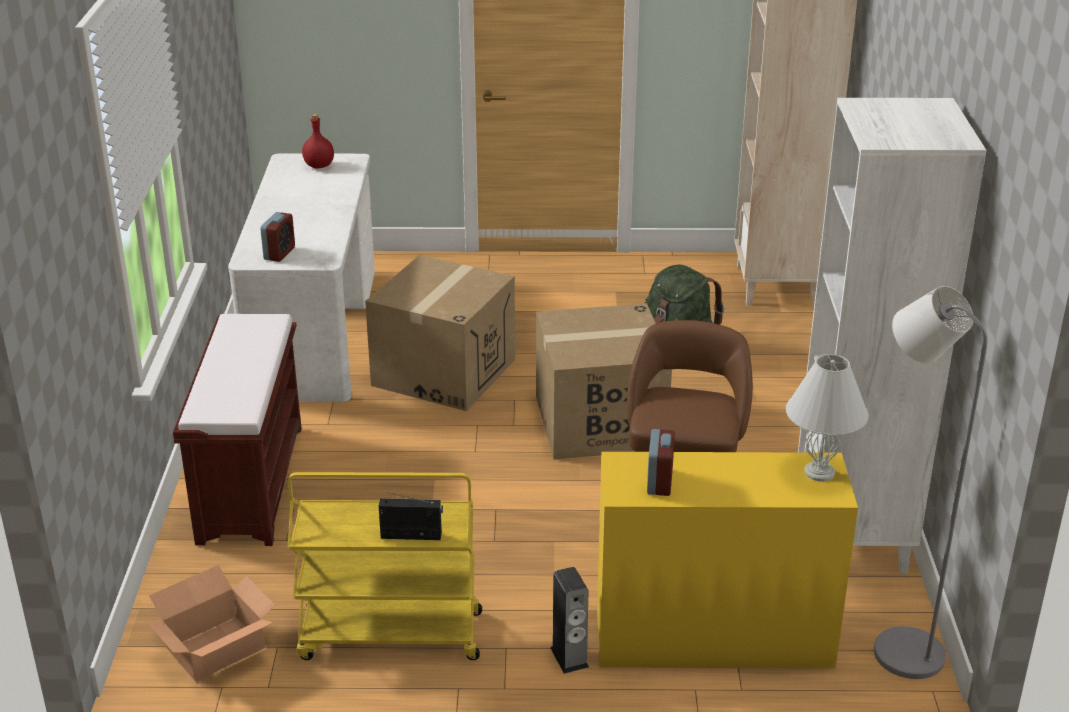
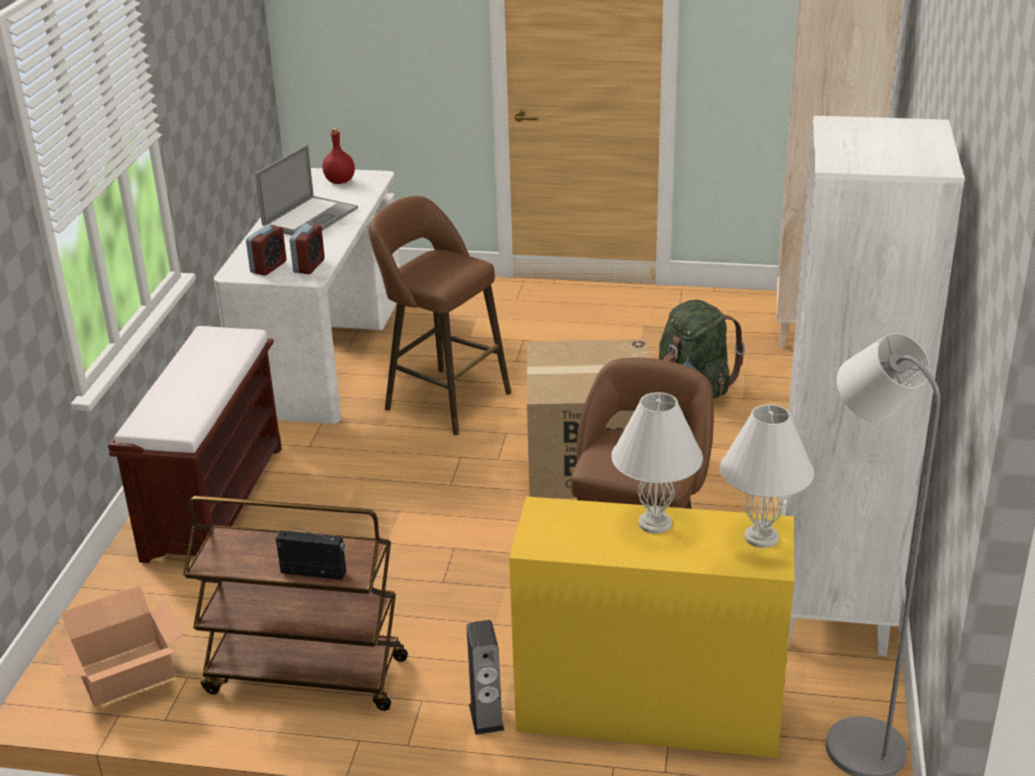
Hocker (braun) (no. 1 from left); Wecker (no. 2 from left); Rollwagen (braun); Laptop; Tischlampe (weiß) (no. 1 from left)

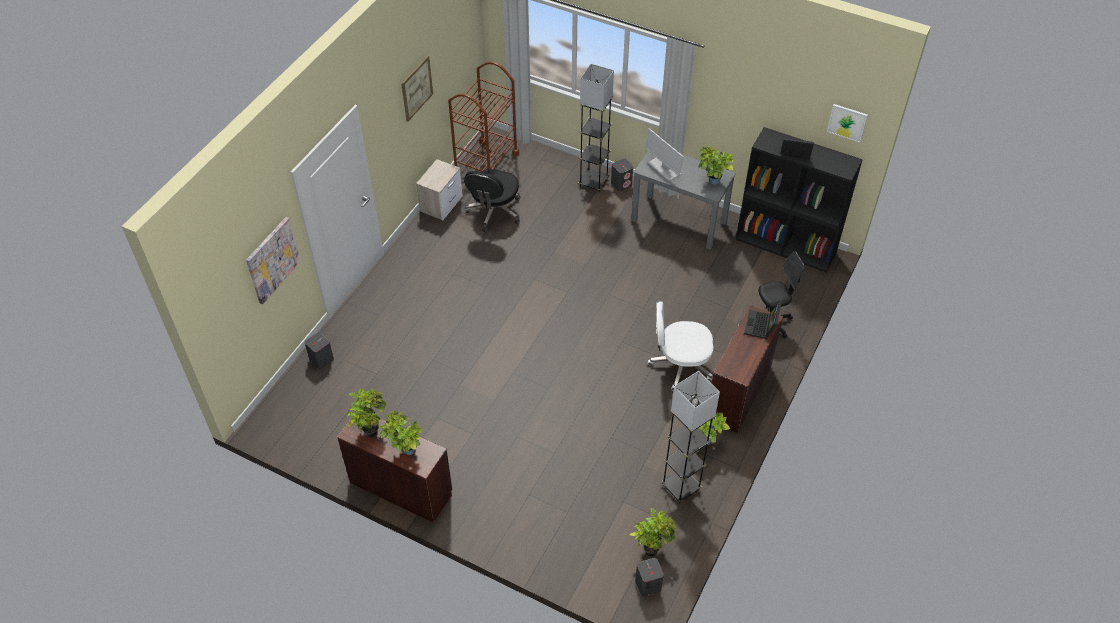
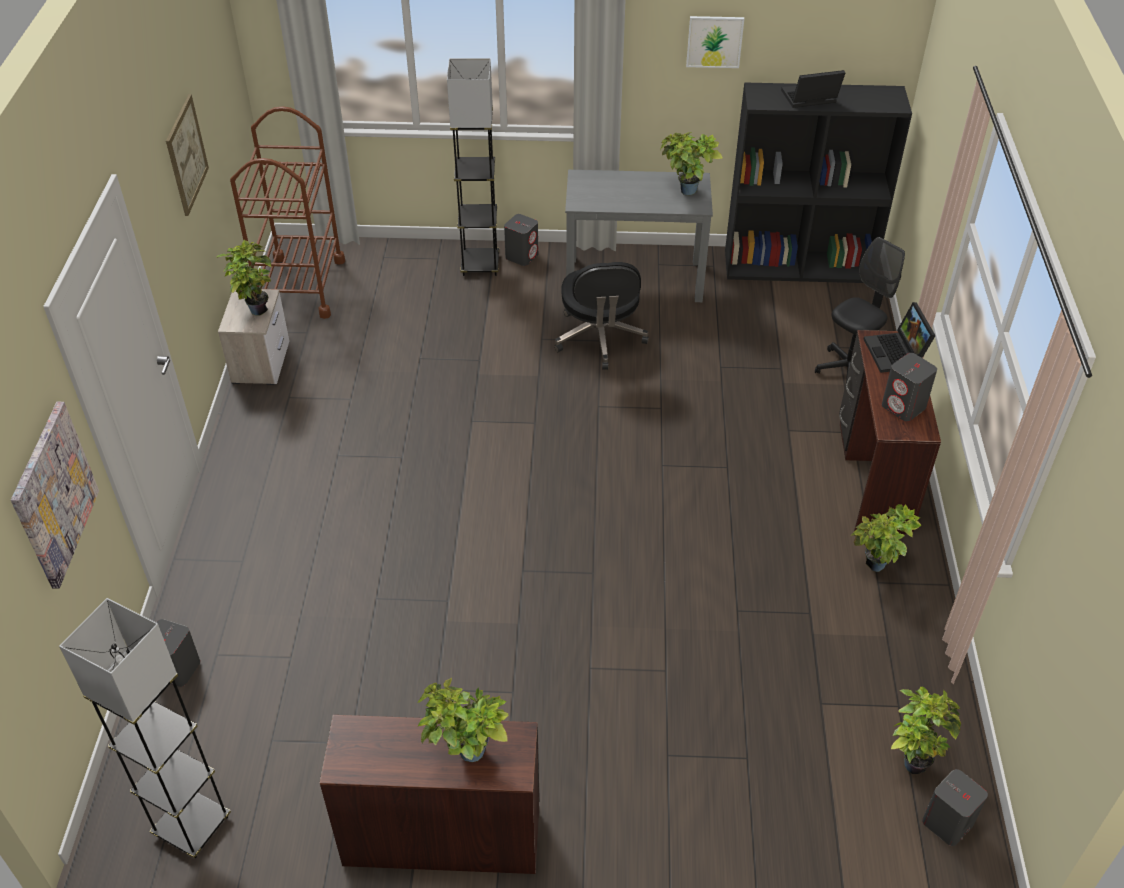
Bild (no. 3 from left); Monitor; Bürostuhl (schwarz) (no. 1 from left); Bürostuhl (weiß); Stehlampe (grau) (no. 1 from left); Topfpflanze (no. 1 from left); Lautsprecher (grau) (no. 3 from left)

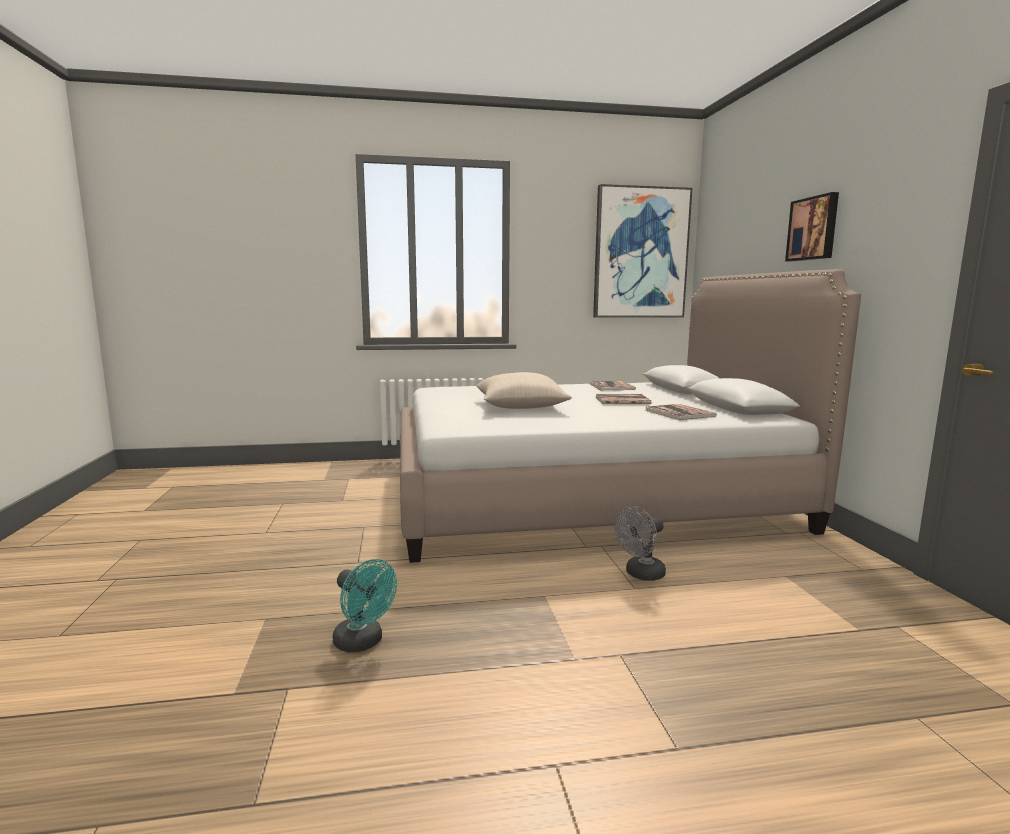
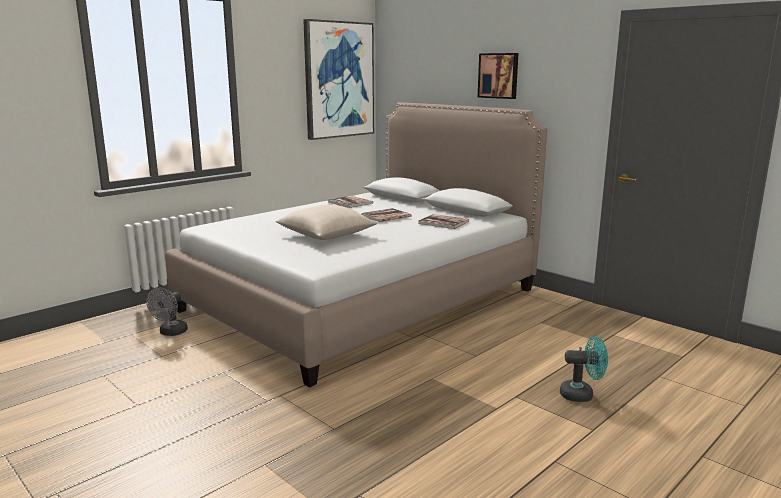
Ventilator (grau); Ventilator (türkis)

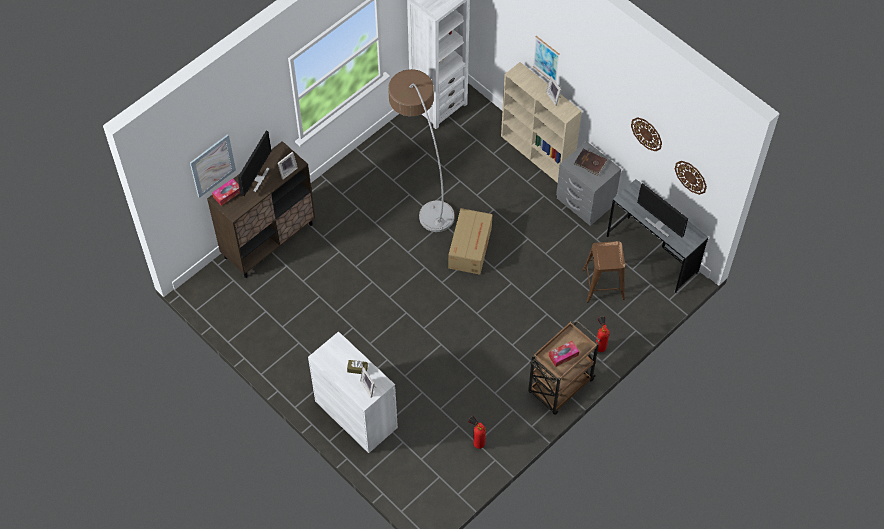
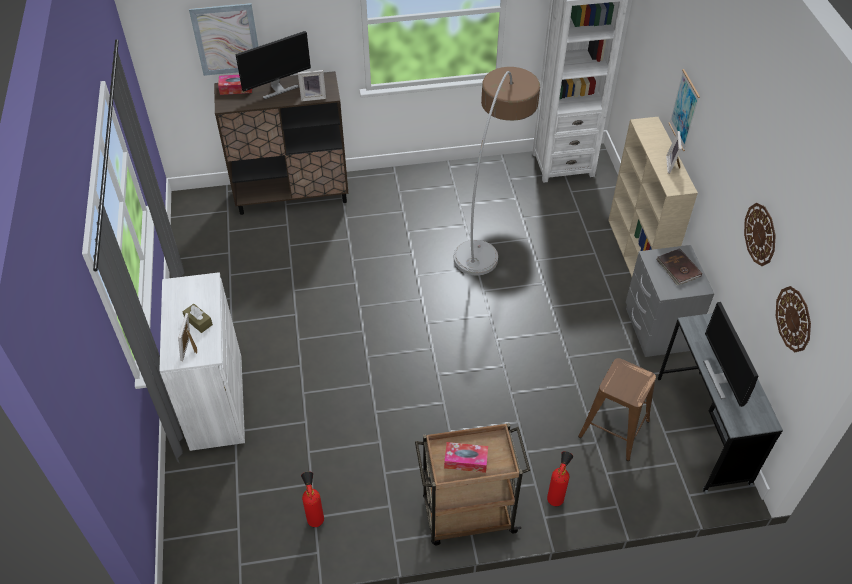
Karton

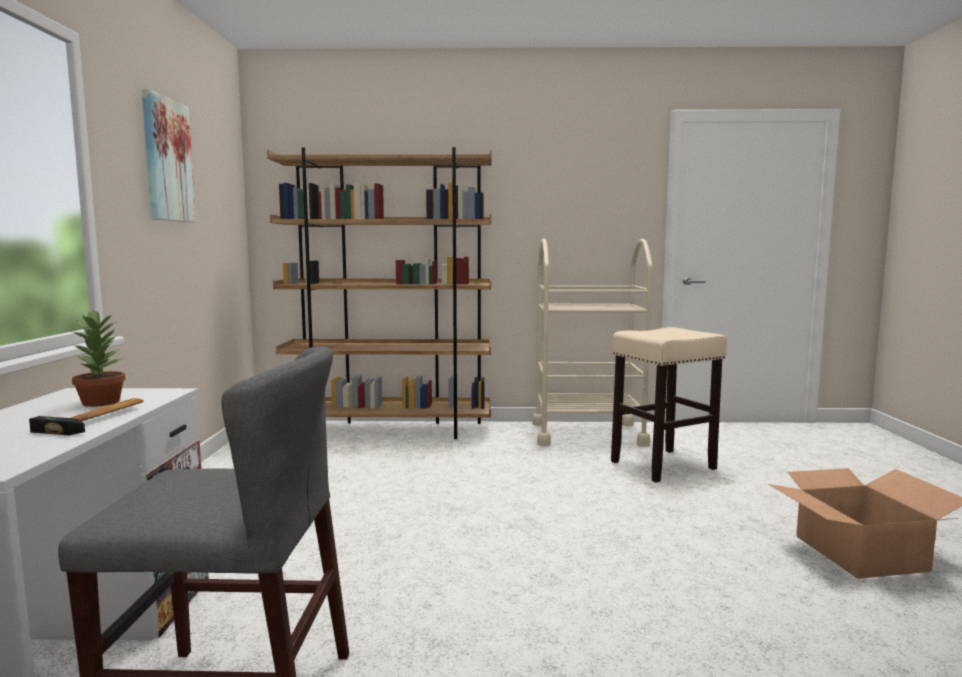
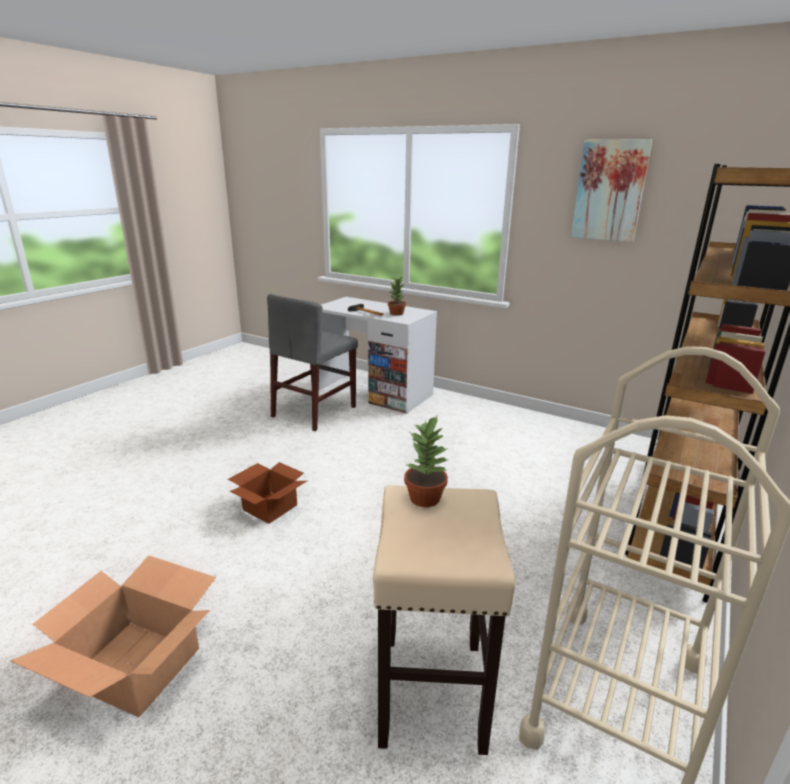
Topfpflanze (no. 2 from left); Karton (no. 2 from left)

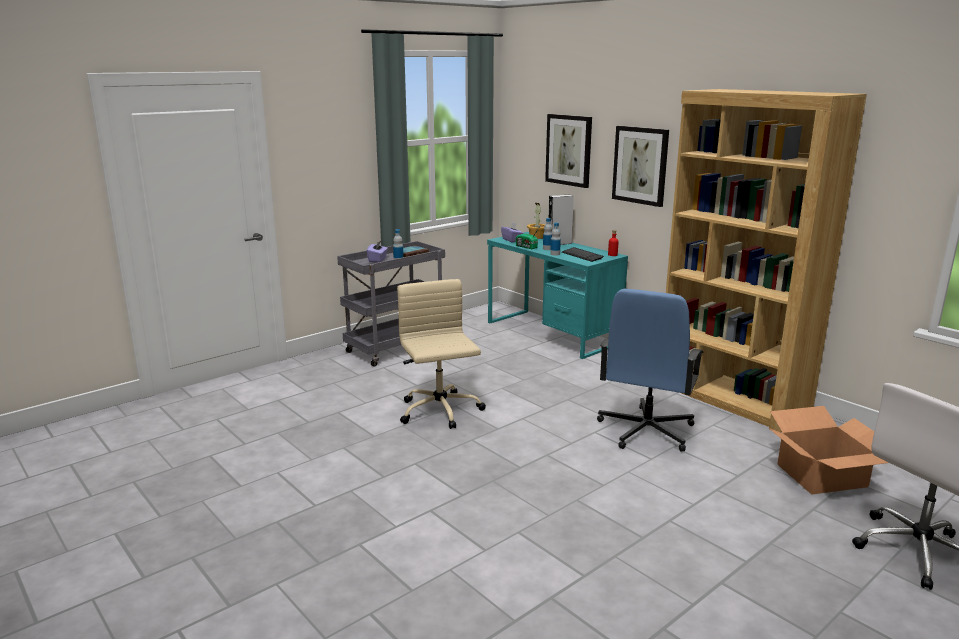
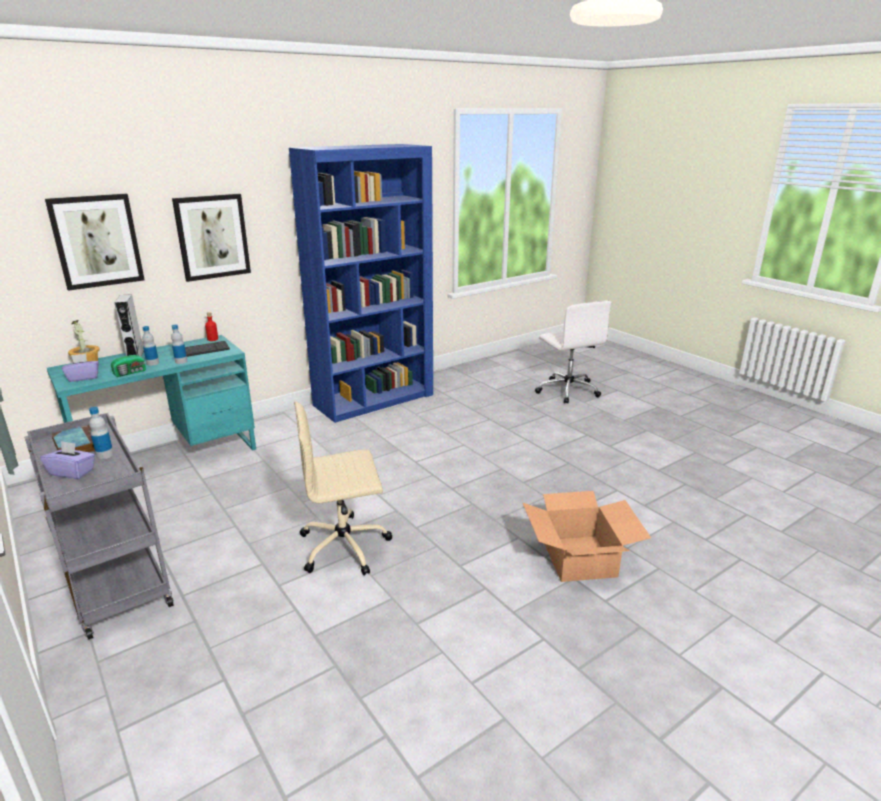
Bücherregal (blau); Bürostuhl (blau); Karton

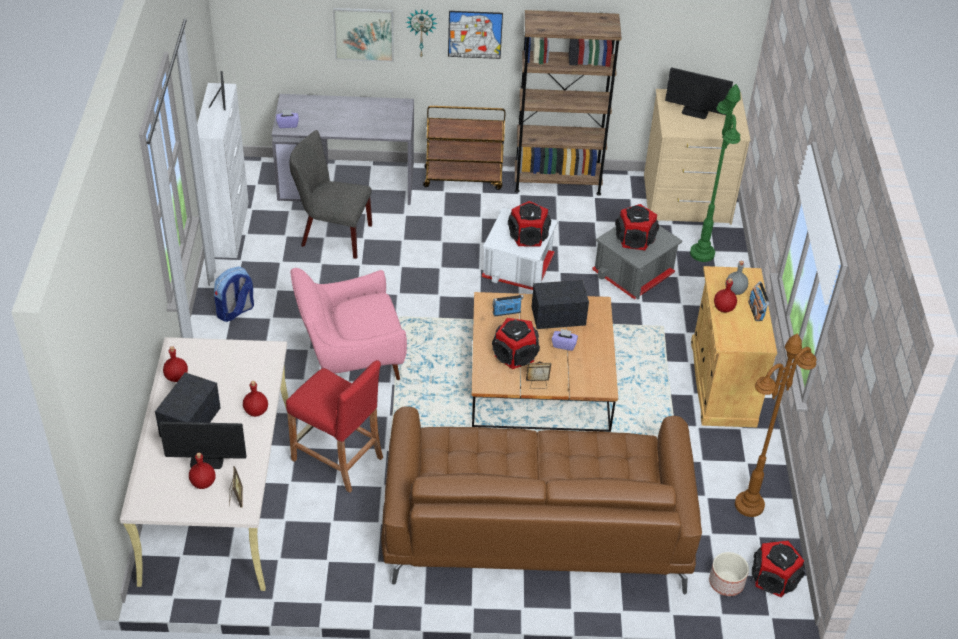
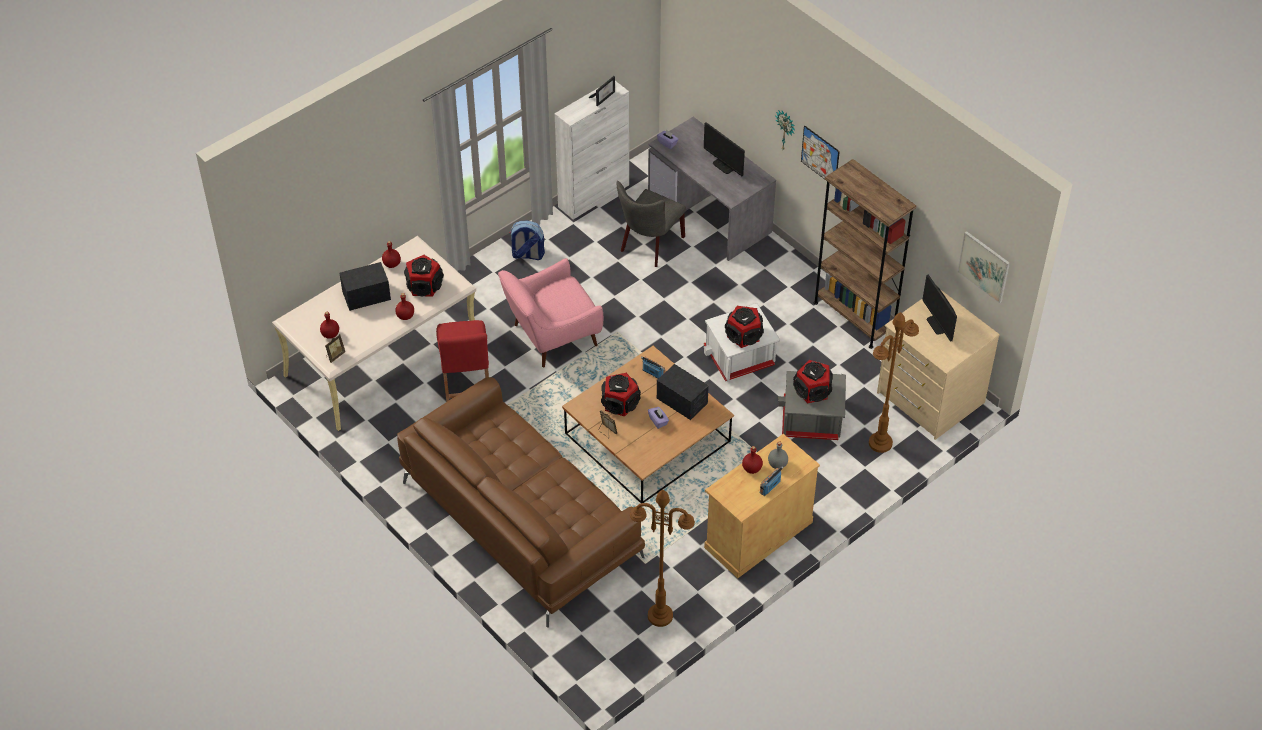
Bild (no. 2 from left); Stehlampe (braun) (no. 2 from left); Rollwagen (braun); Stuhl (grau); Sessel (rosa); Monitor (no. 1 from left); Lautsprecher (no. 1 from left); Pflanzkübel

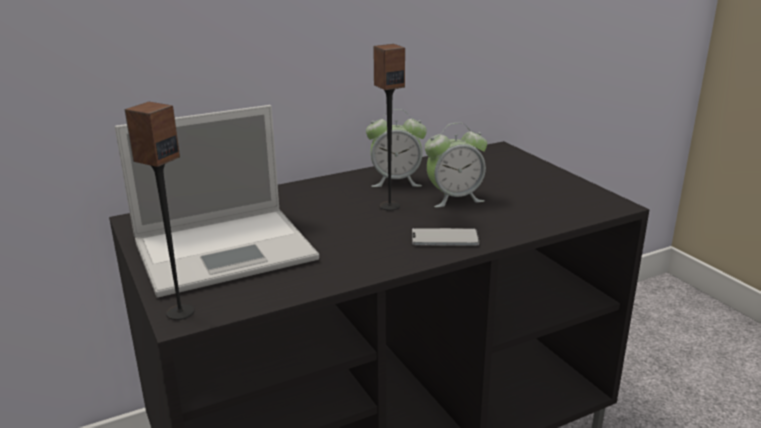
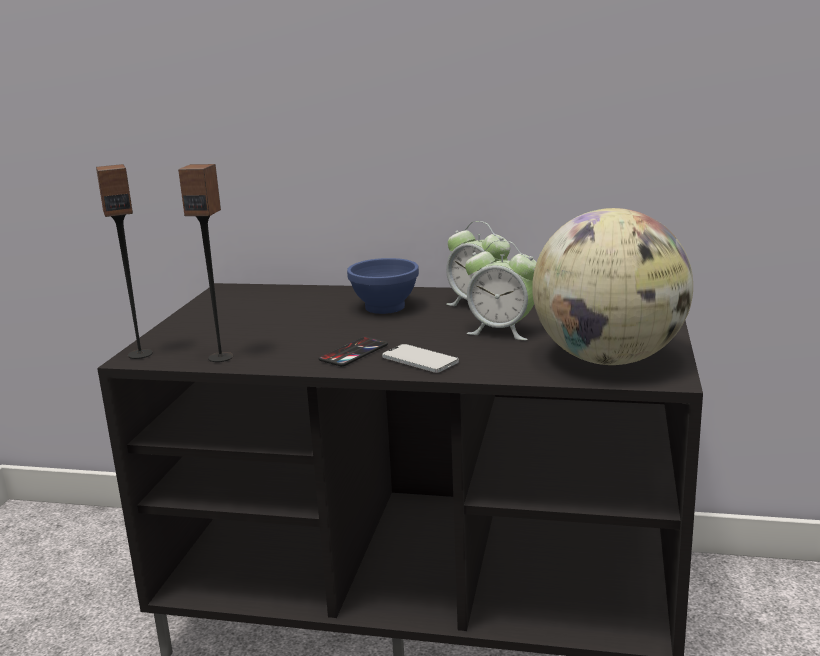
Lautsprecher (no. 2 from left); Laptop; Globus; Schüssel (blau); Handy (no. 1 from left)

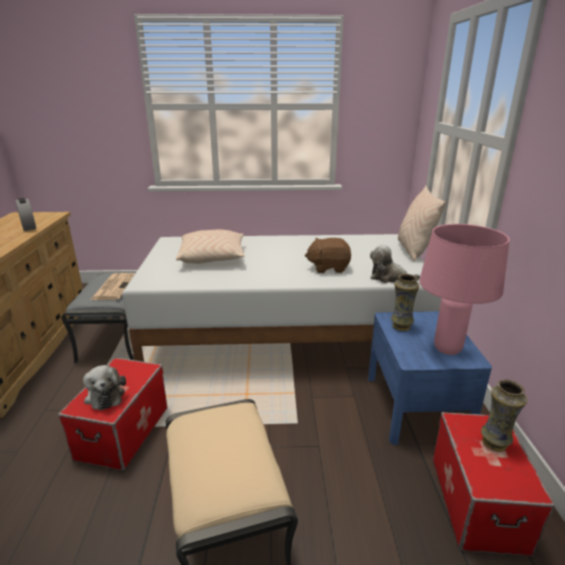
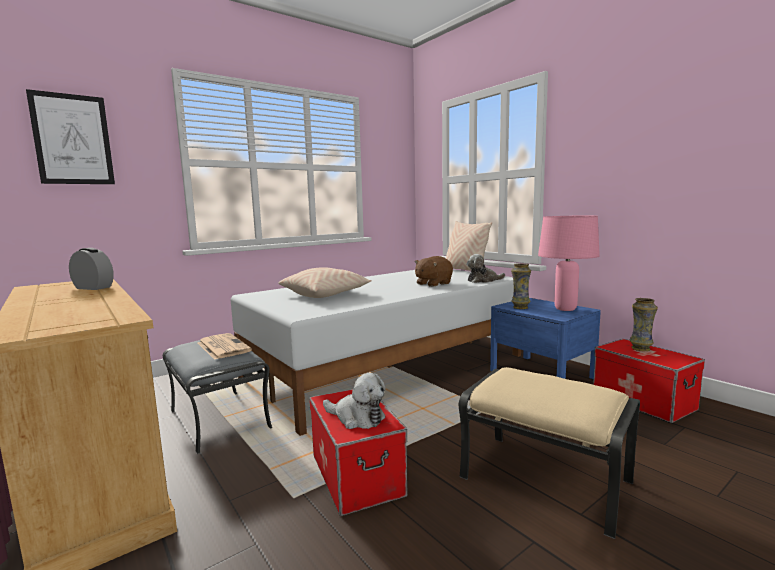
Bild

